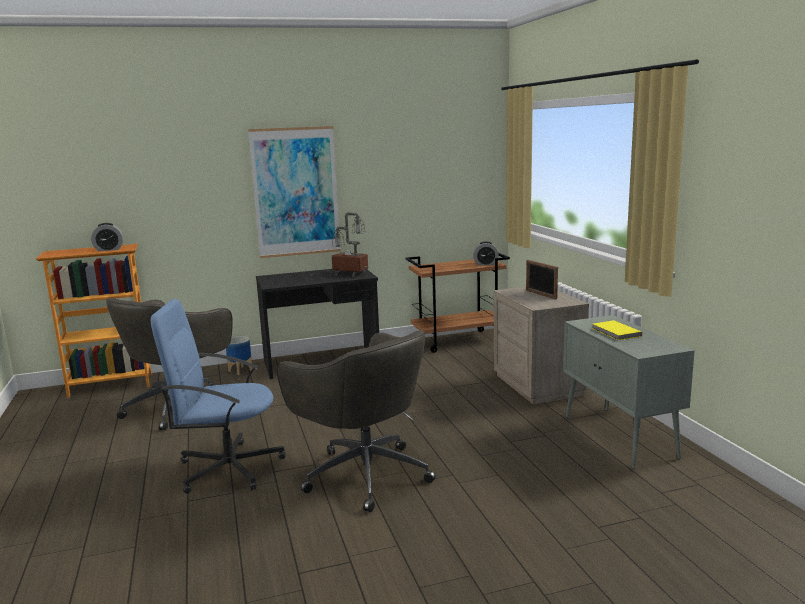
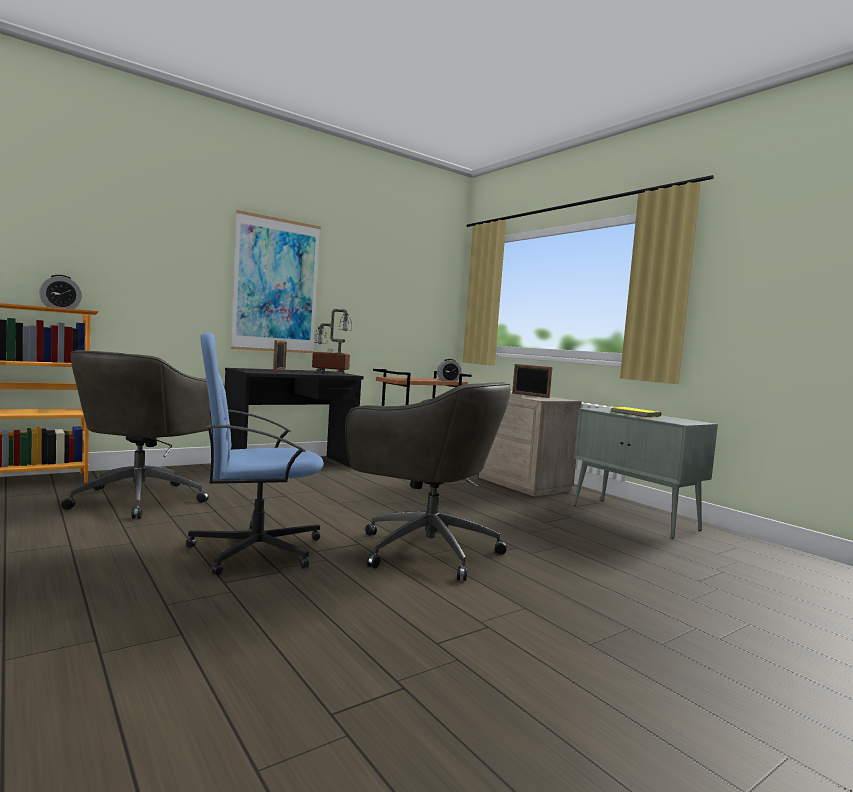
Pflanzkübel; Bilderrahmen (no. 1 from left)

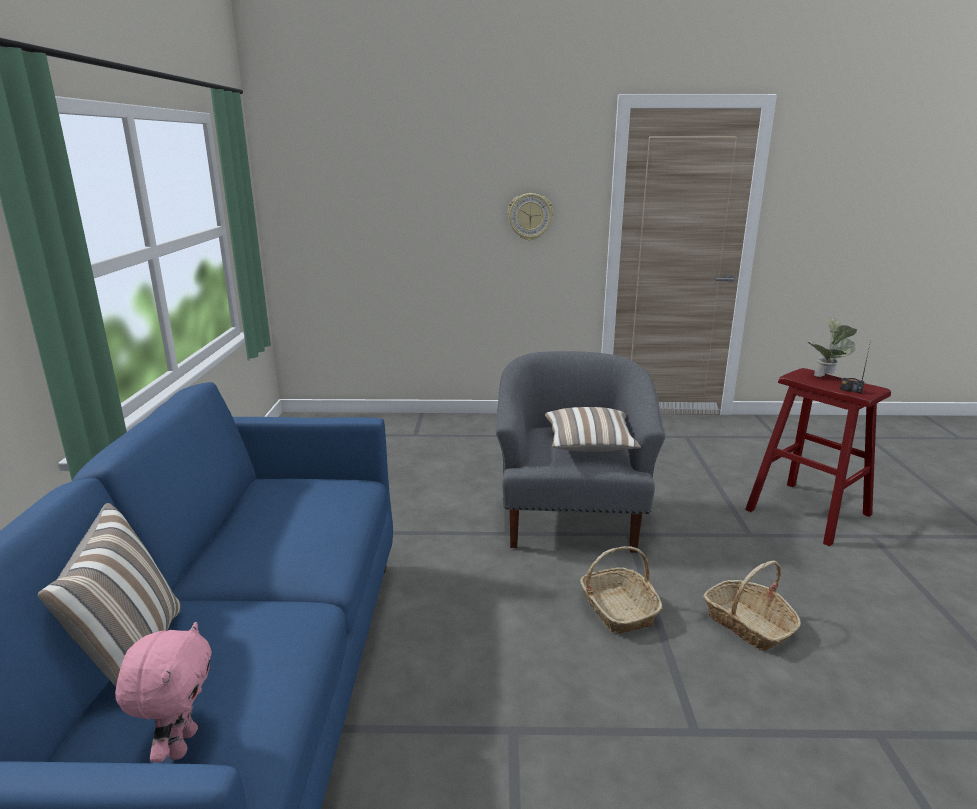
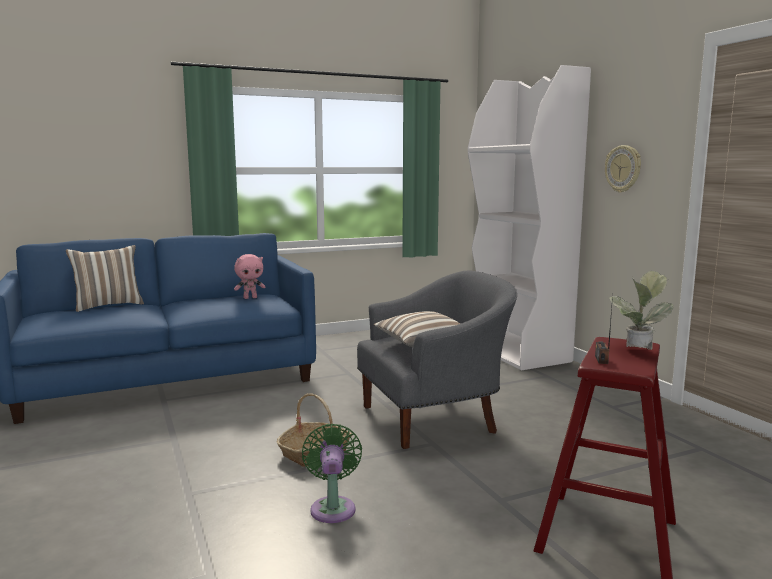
Ventilator (grün); Plüschtier (rosa); Bücherregal (weiß)

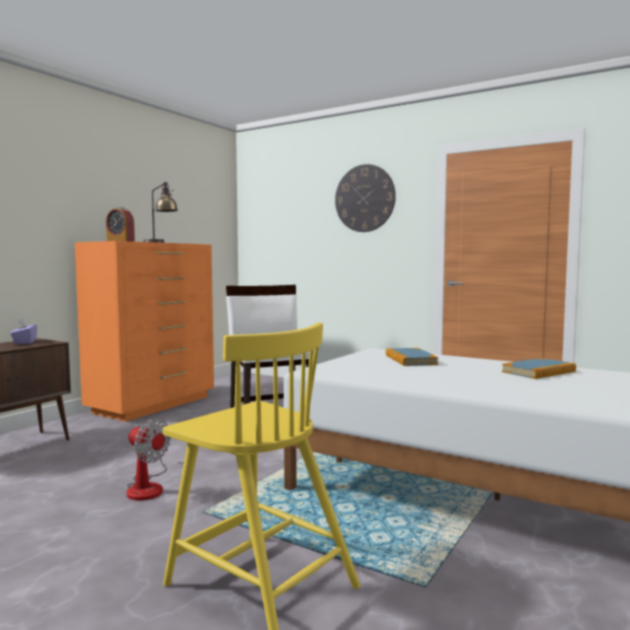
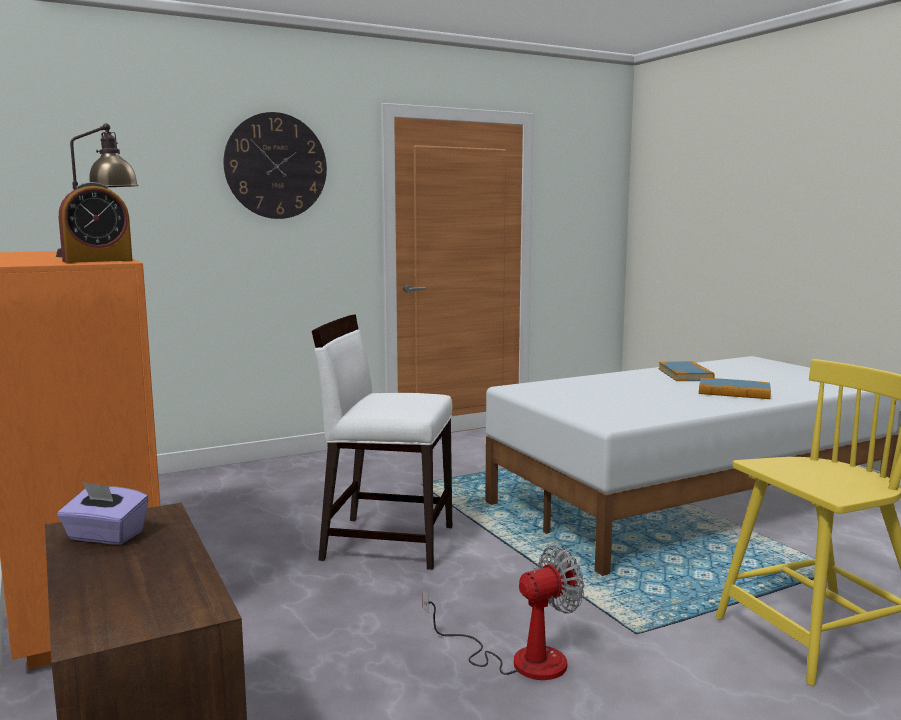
Buch (no. 2 from left)

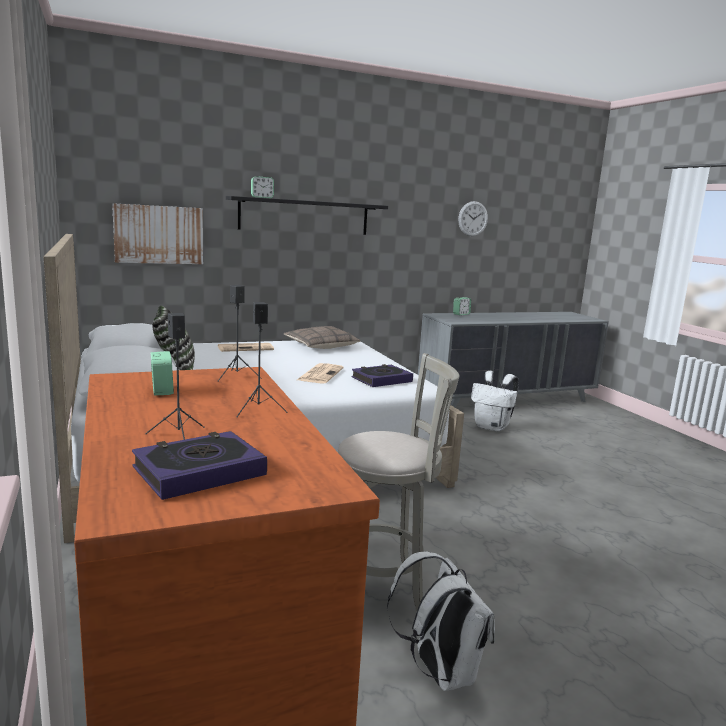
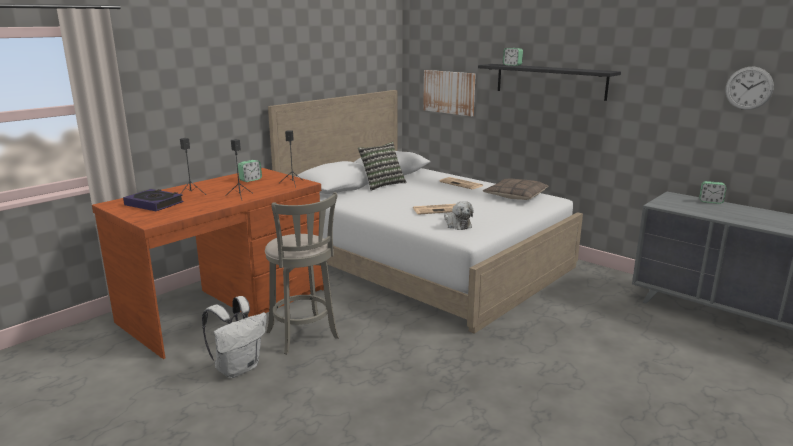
Plüschtier; Rucksack (weiß) (no. 2 from left in the first image)

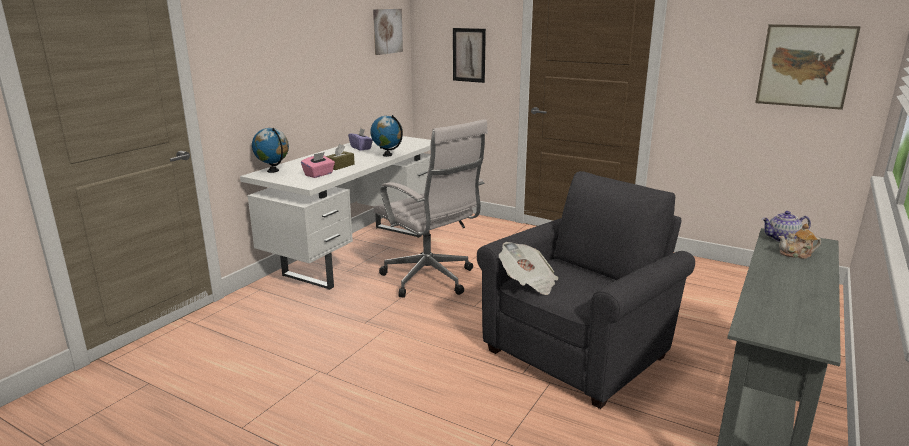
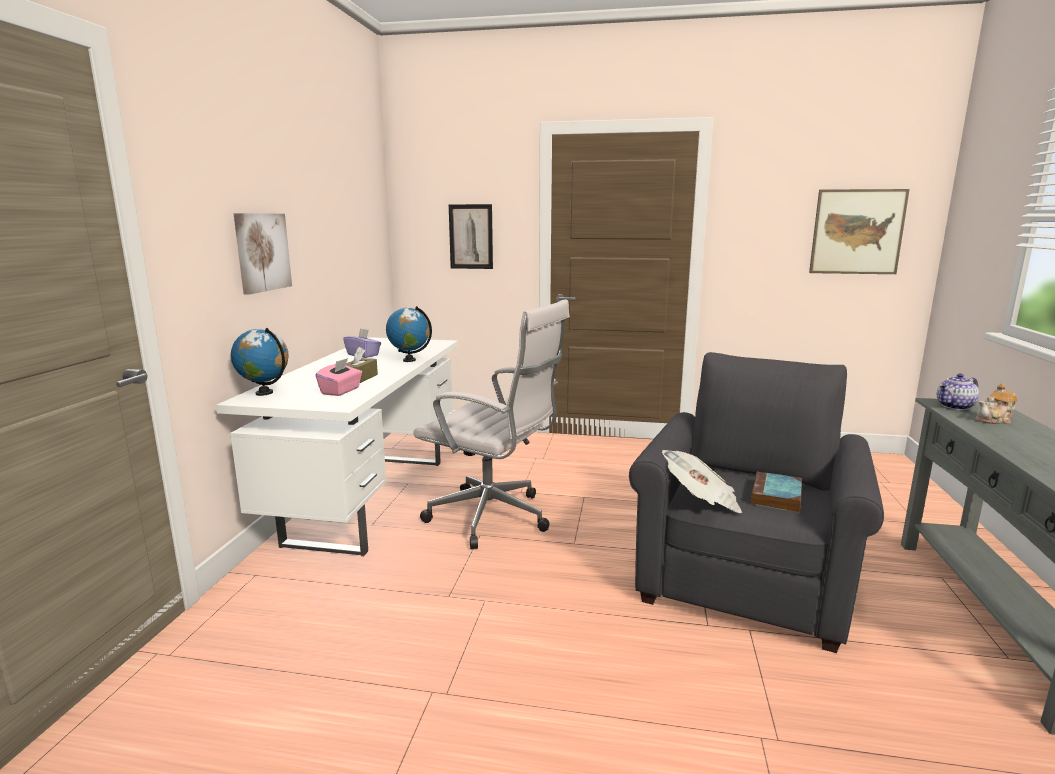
Bild (no. 1 from left); Buch

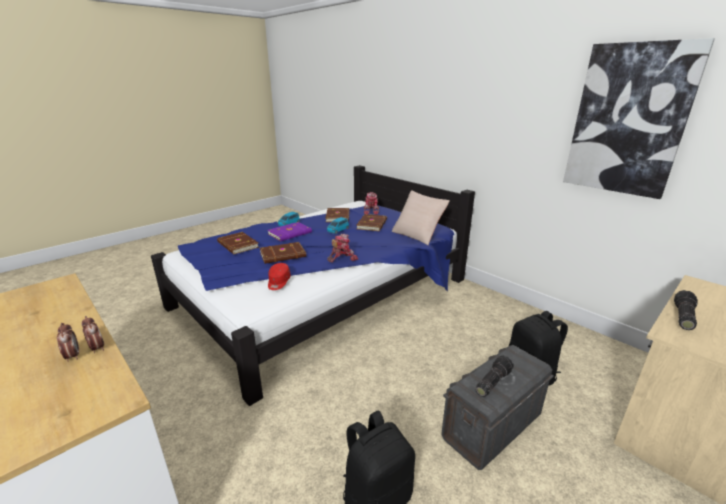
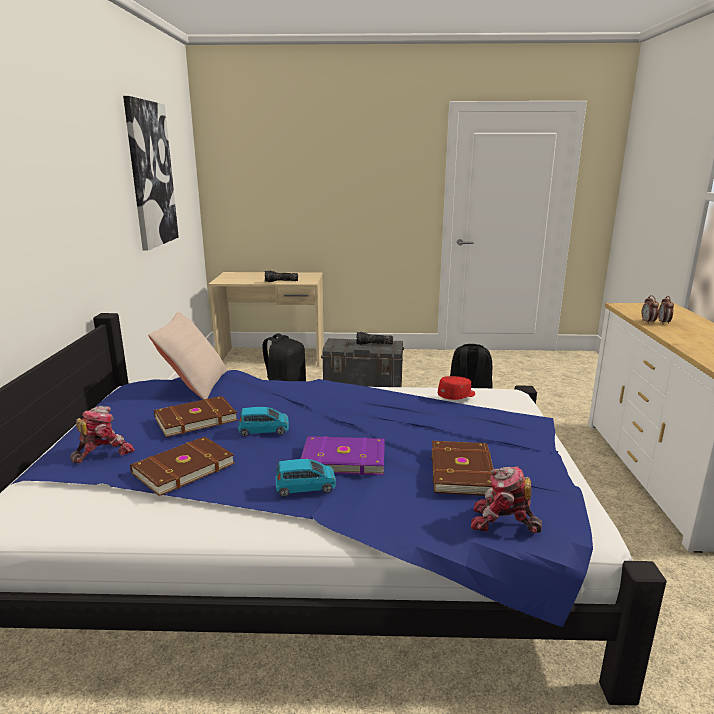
Spielzeugroboter (no. 2 from left); Buch (braun) (no. 2 from left in the first image)

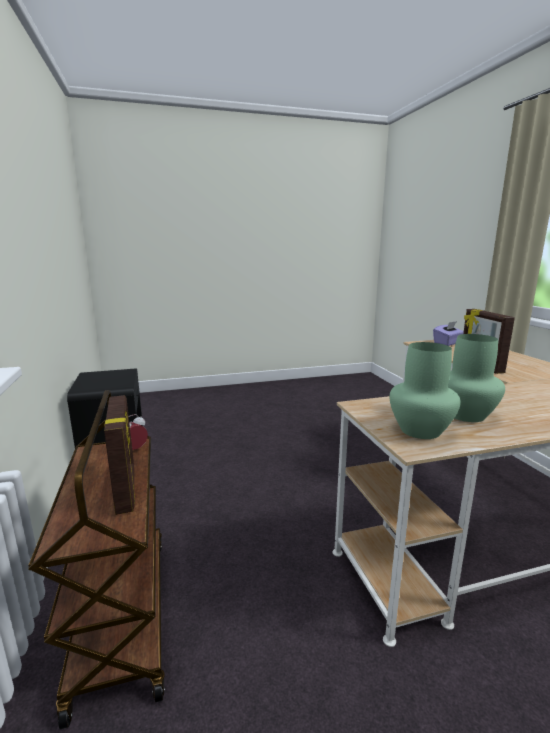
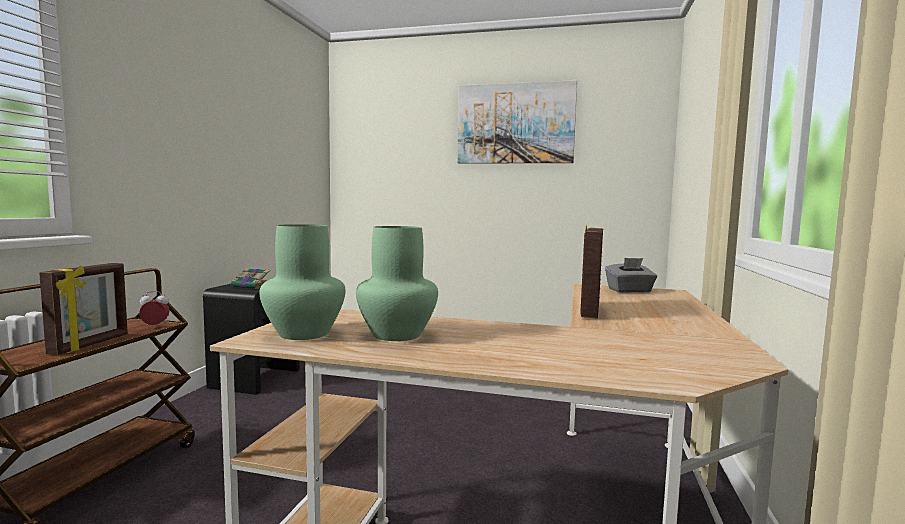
Taschentuchbox (grau); Bild; Buch

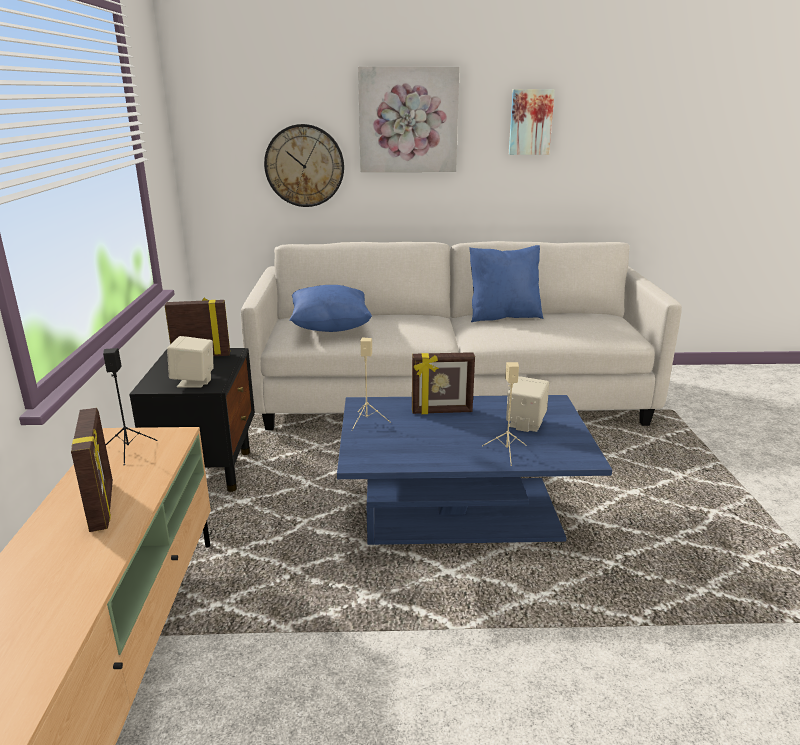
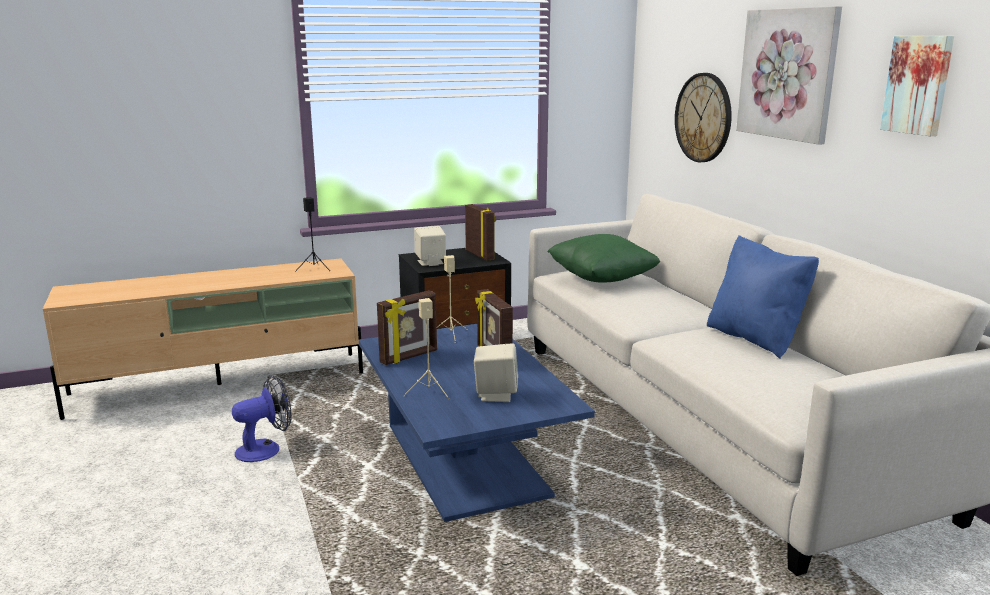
Kissen (grün); Bilderrahmen (no. 1 from left); Ventilator

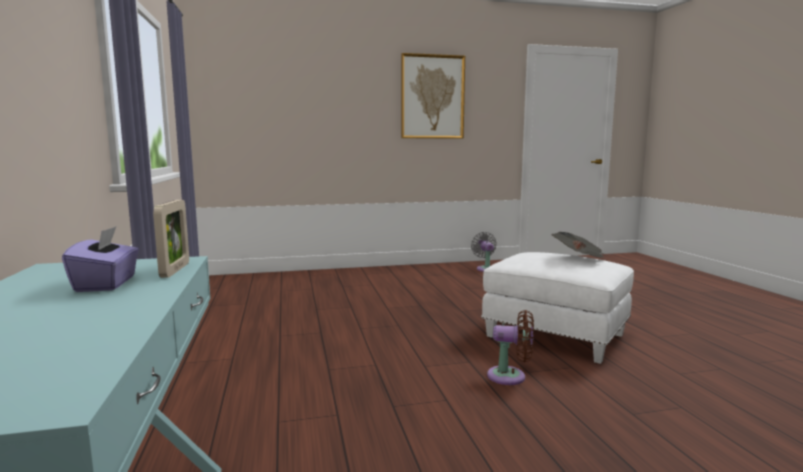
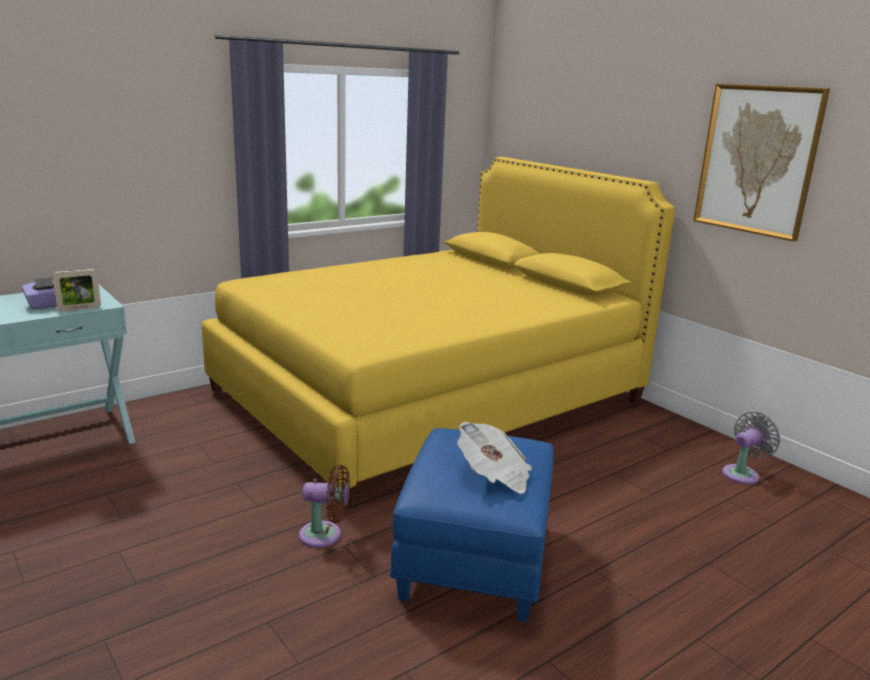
Polsterhocker (blau); Ventilator (braun); Bett (gelb)

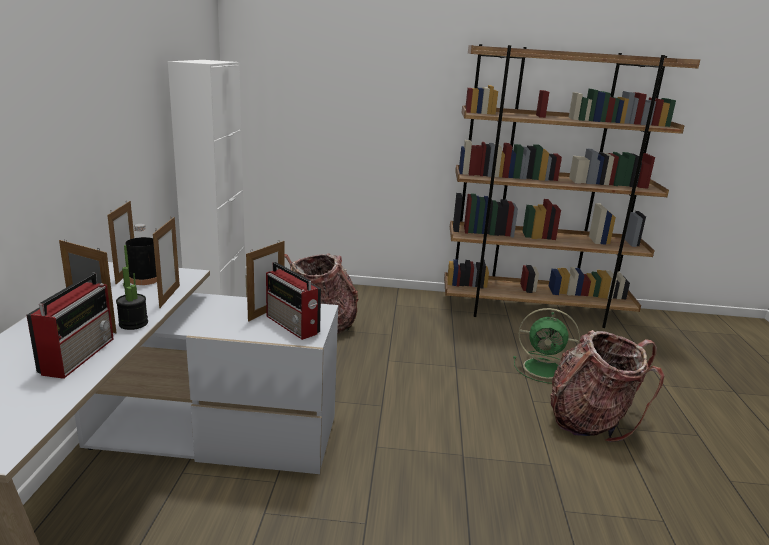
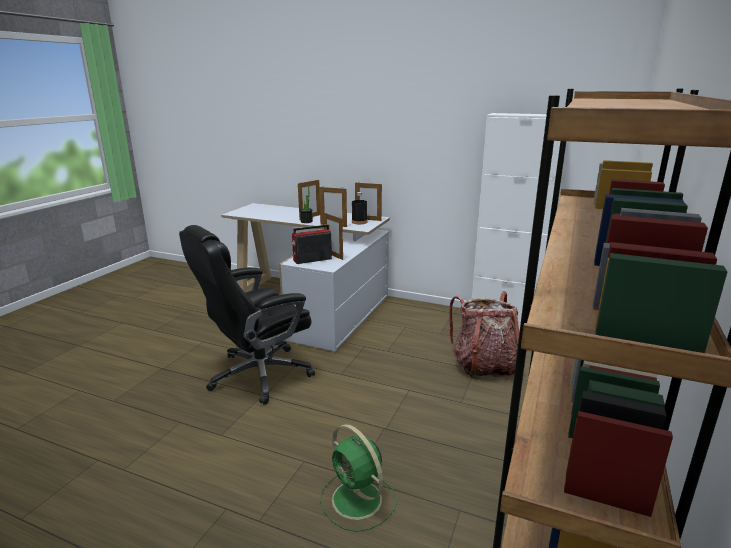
Radio (no. 1 from left in the first image); Ventilator (grün); Rucksack (no. 2 from left in the first image); Bürostuhl (schwarz)

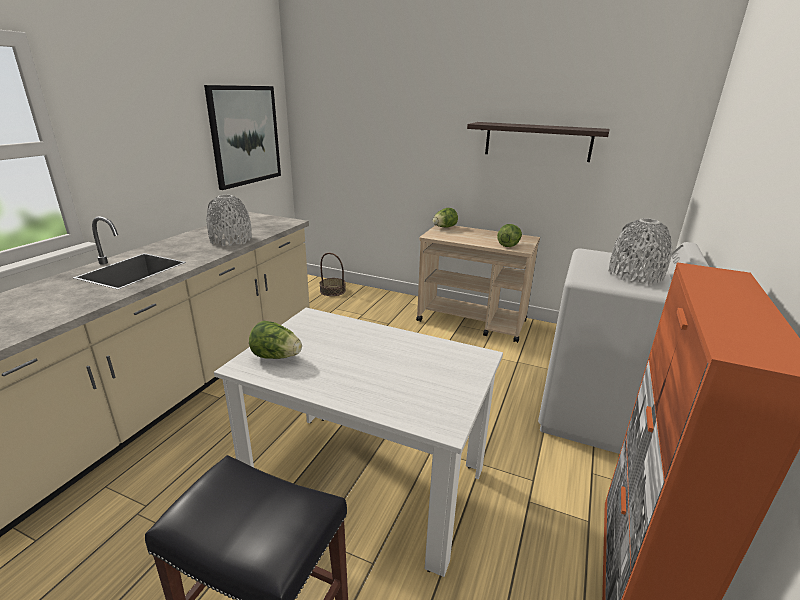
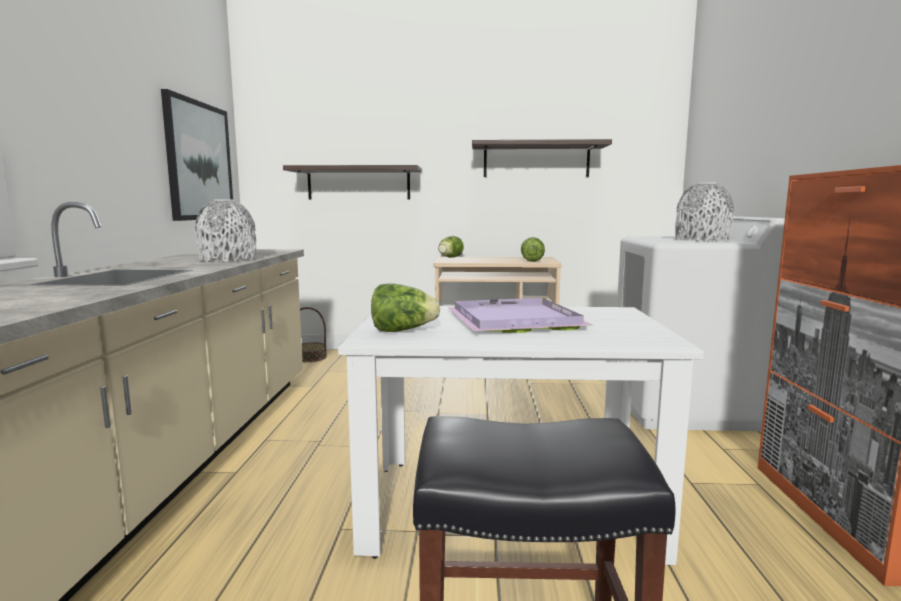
Wandregal (no. 1 from left); Tablett (lila)

